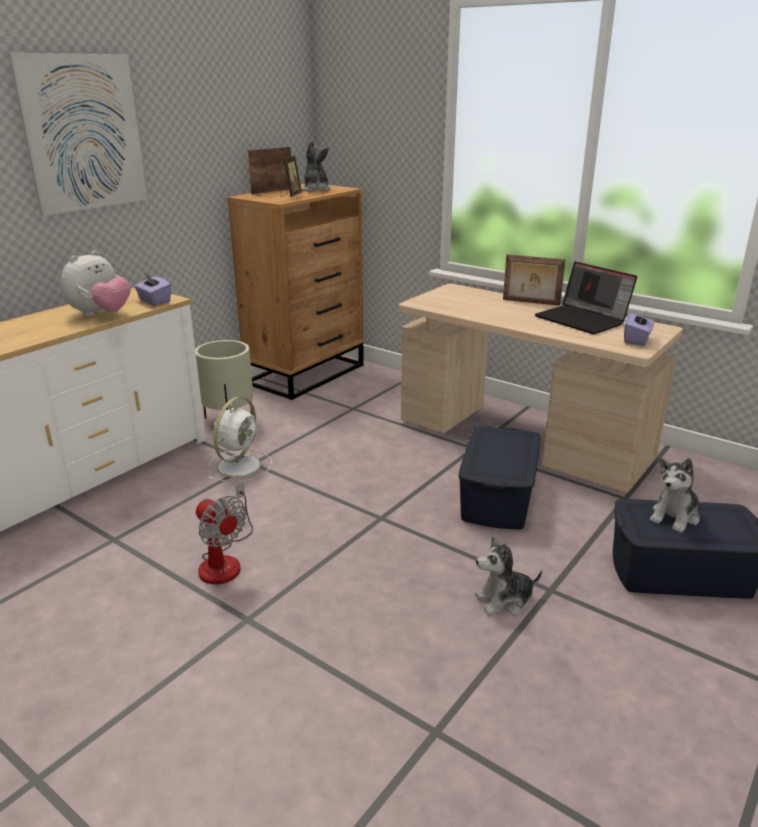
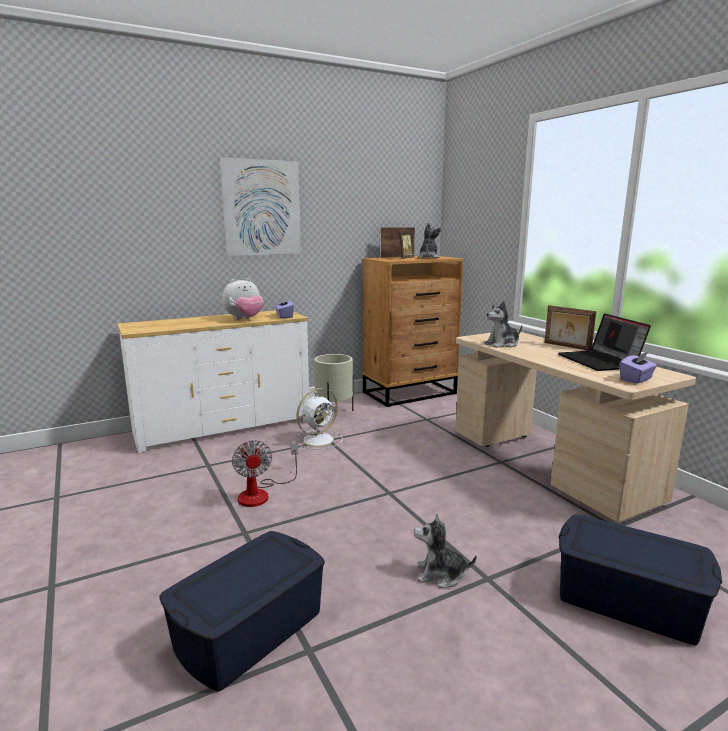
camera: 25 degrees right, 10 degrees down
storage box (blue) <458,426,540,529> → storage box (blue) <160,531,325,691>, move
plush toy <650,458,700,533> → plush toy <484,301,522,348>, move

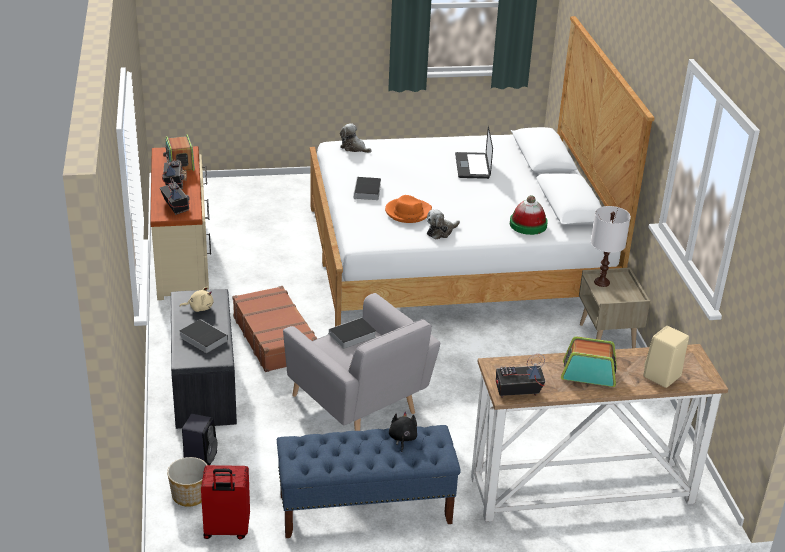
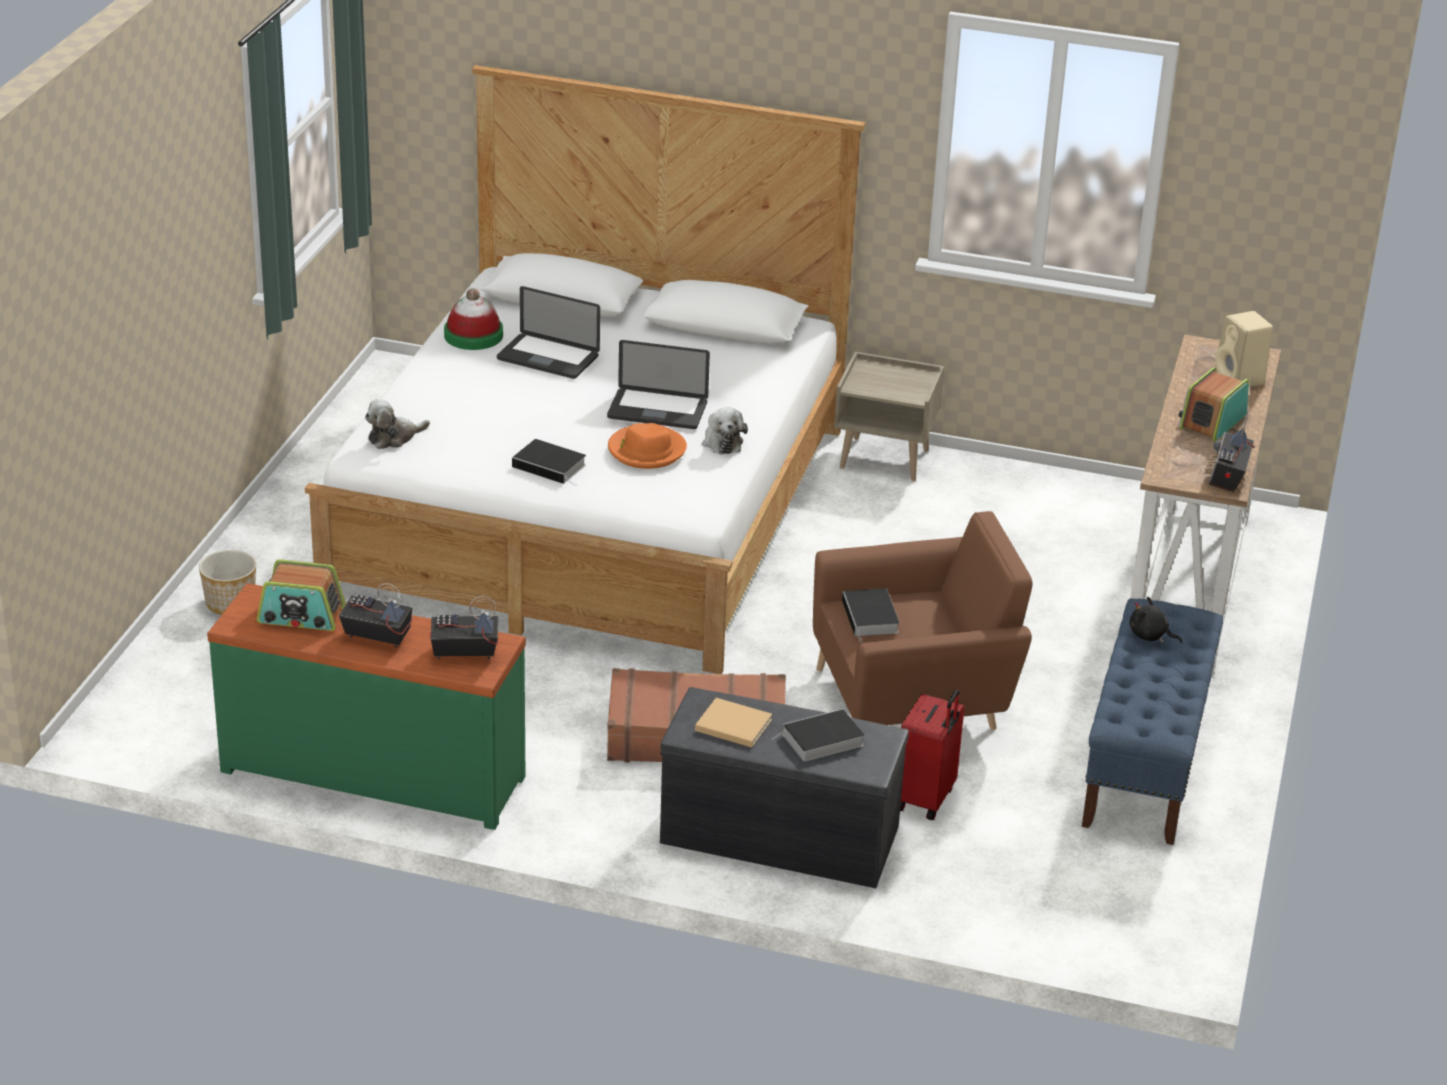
camera: 65 degrees left, 0 degrees up
planter <167,457,207,507> → planter <199,550,256,615>, move
dresser (beige) <150,146,211,300> → dresser (green) <207,583,526,830>
hat <510,195,548,235> → hat <444,288,503,350>, move
- → laptop <607,340,710,429>
plush toy (beige) <179,286,213,312> → book (beige) <695,698,772,747>
armchair (grey) <283,293,440,431> → armchair (brown) <813,511,1033,730>
suitcase (red) <201,465,250,540> → suitcase (red) <900,690,965,820>, move
speaker (black) <182,414,217,465> → -
table lamp (white) <591,206,631,287> → -

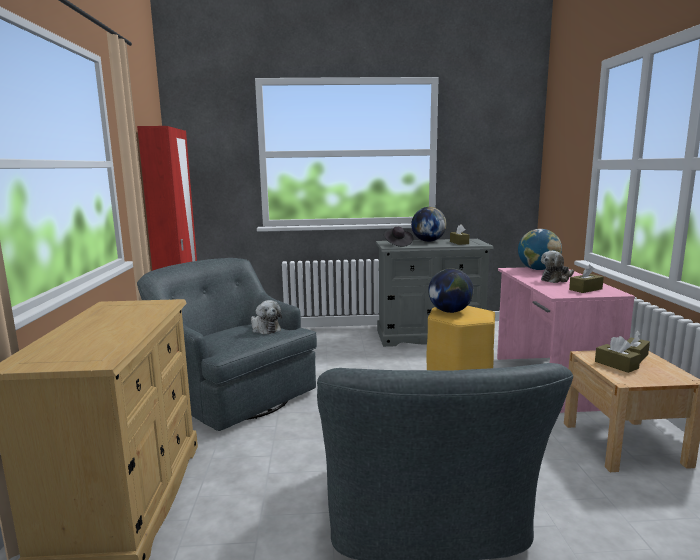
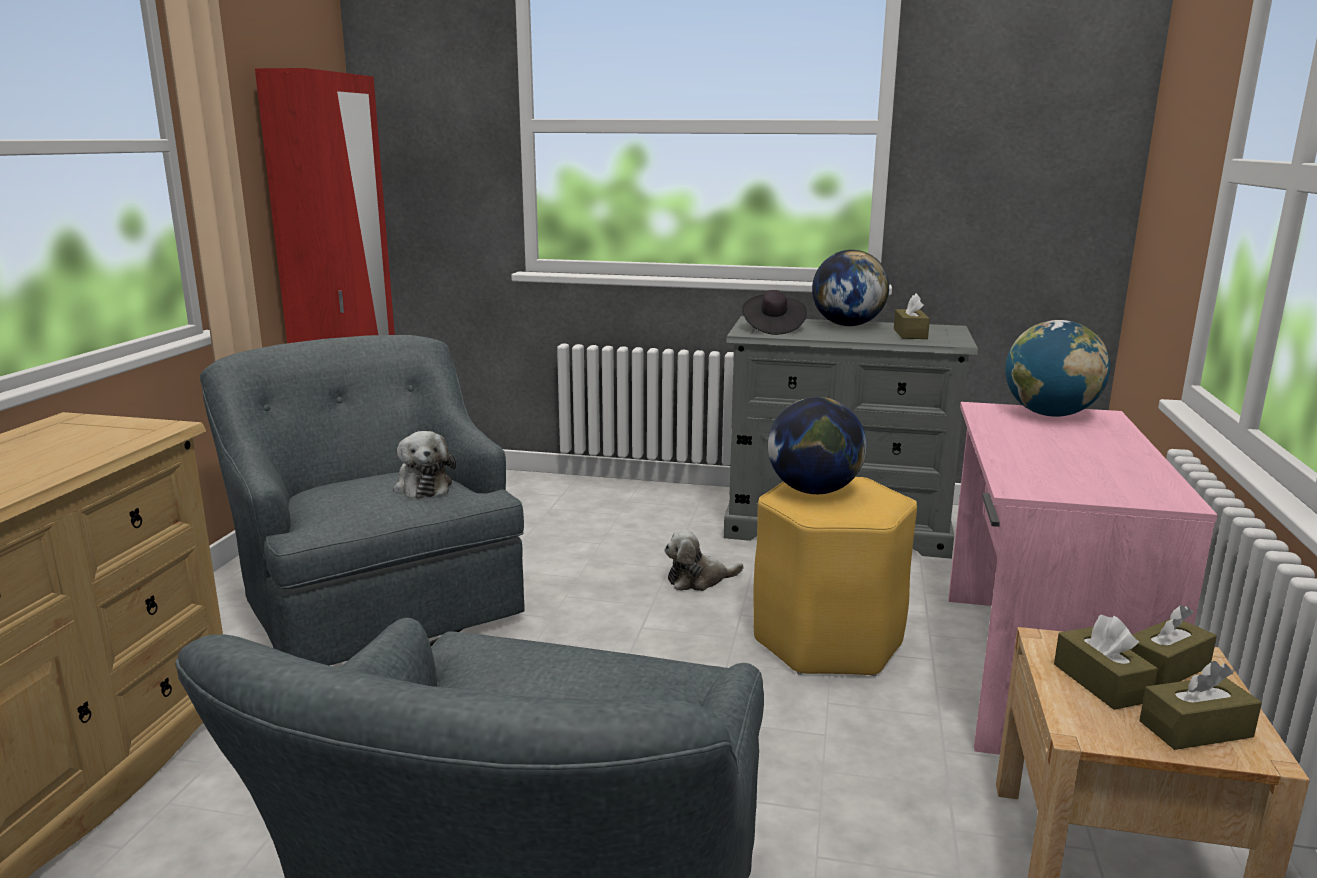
camera: 15 degrees right, 5 degrees up
plush toy <541,251,574,283> → plush toy <664,530,744,591>, move
tissue box (brown) <569,265,604,293> → tissue box (brown) <1139,661,1262,750>, move

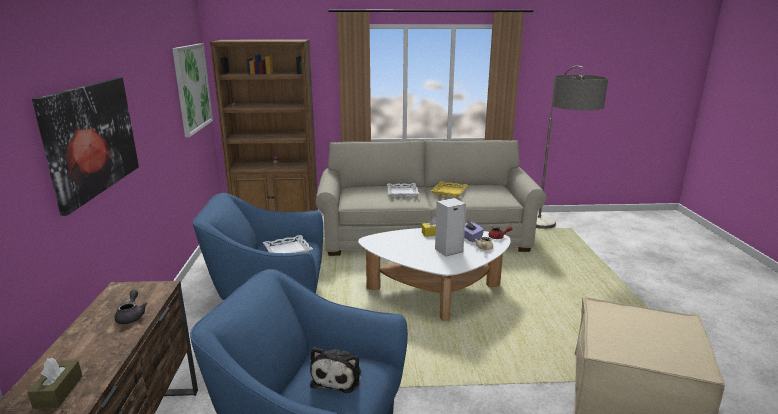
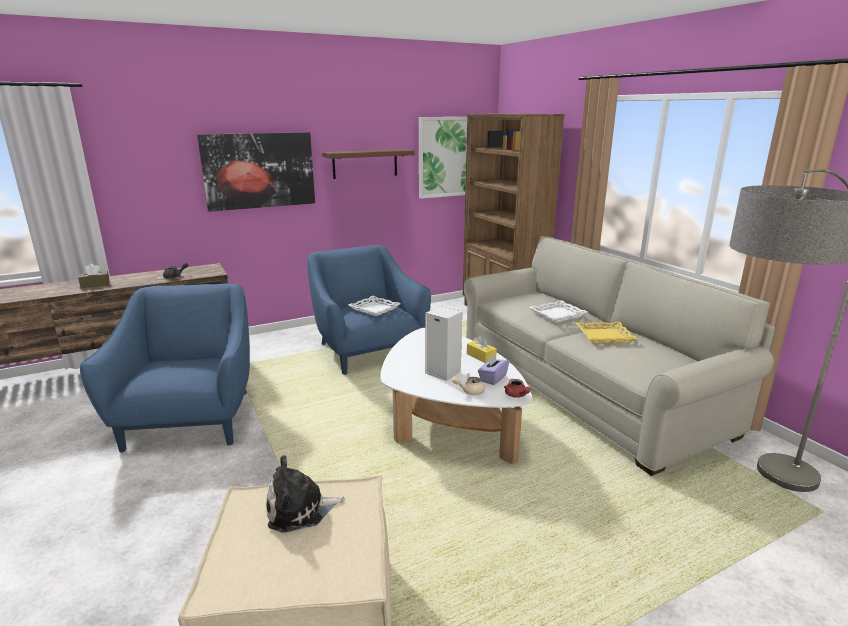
camera: 65 degrees right, 0 degrees up
plush toy <310,347,361,393> → plush toy <266,455,345,533>, move
- → shelf (brown) <322,149,415,179>

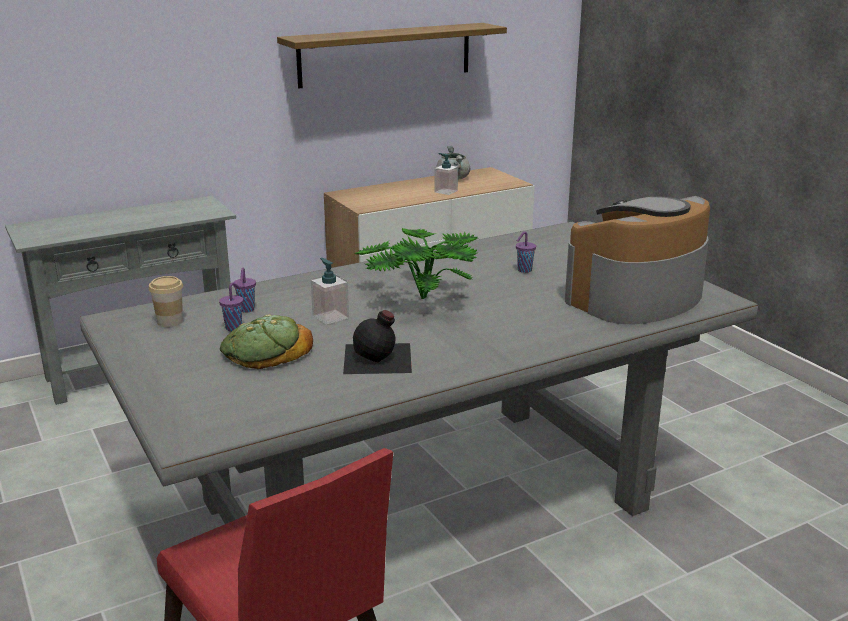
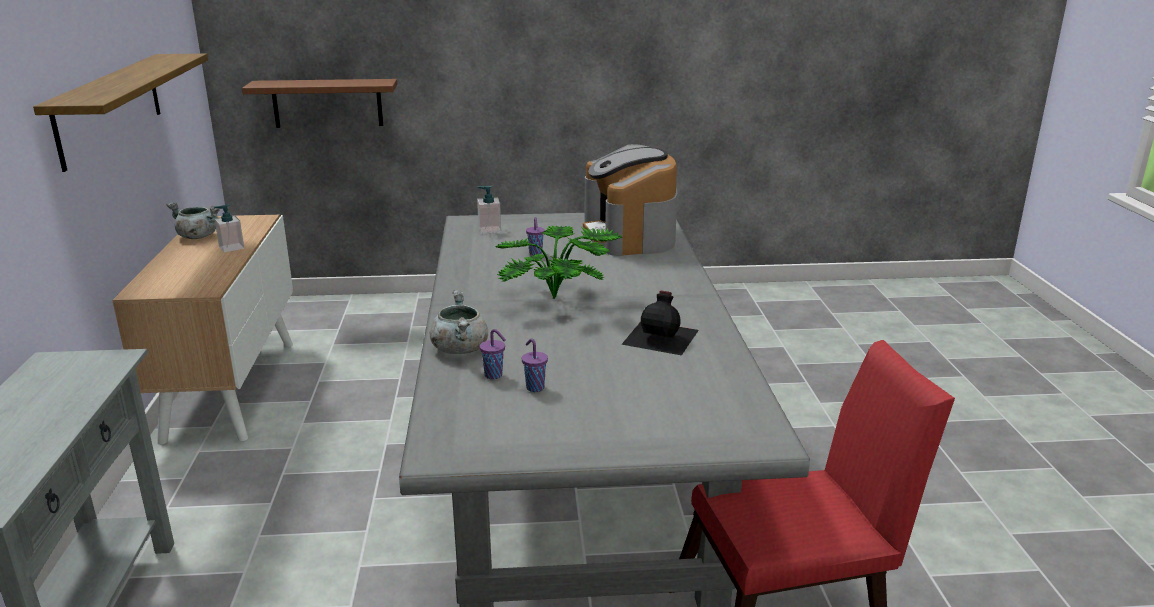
camera: 65 degrees left, 0 degrees up
- → shelf (brown) <242,79,398,128>
- → cooking pot (grey) <430,290,488,354>
soap dispenser <311,258,349,325> → soap dispenser <477,185,501,234>, move
cup <149,276,183,327> → -
bread <220,314,313,369> → -

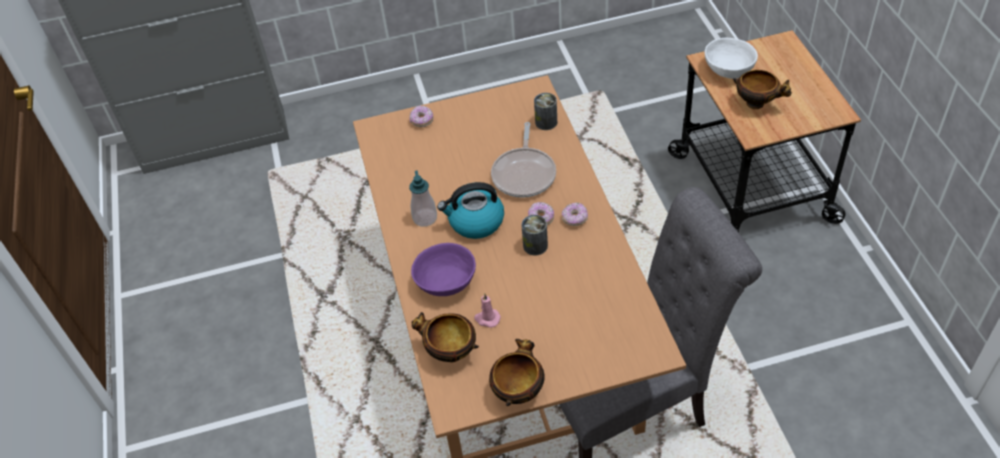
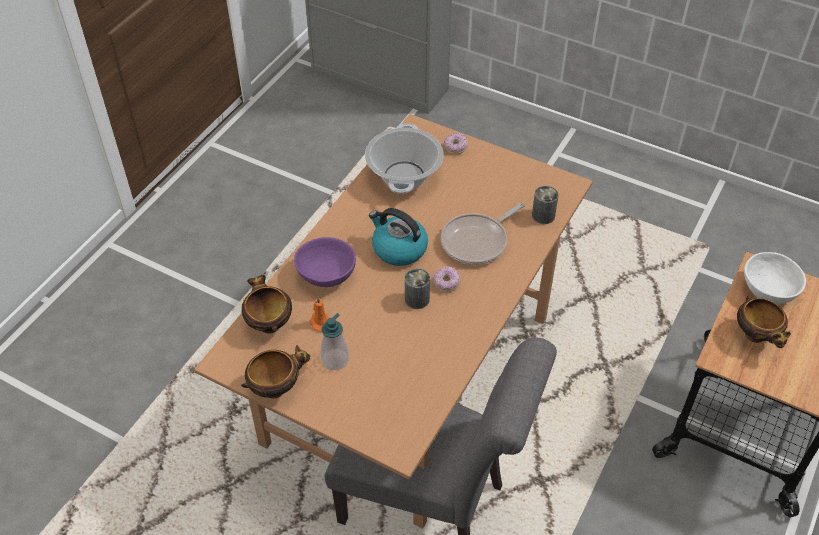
camera: 40 degrees right, 0 degrees up
candle (pink) <474,294,501,328> → candle (orange) <310,297,330,332>
soap dispenser <409,170,437,227> → soap dispenser <321,313,349,370>, move
- → cooking pot <365,123,444,194>
donut <562,202,588,226> → -

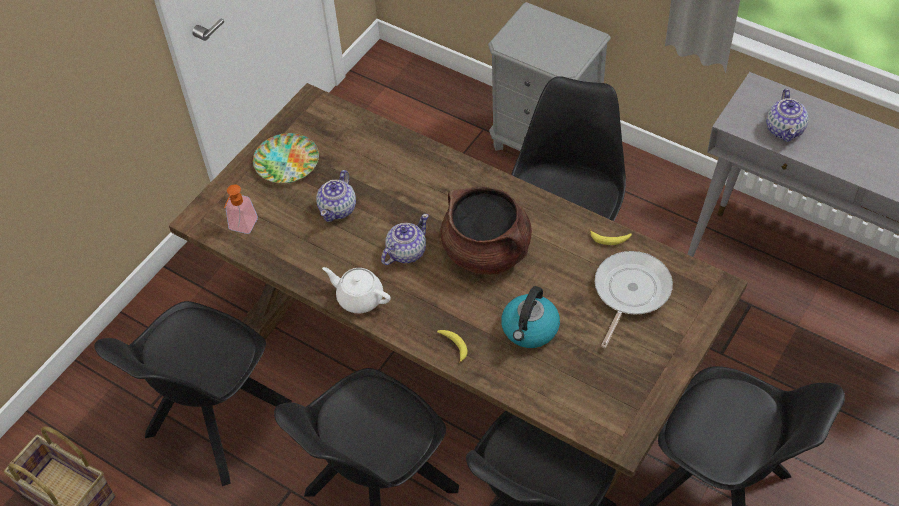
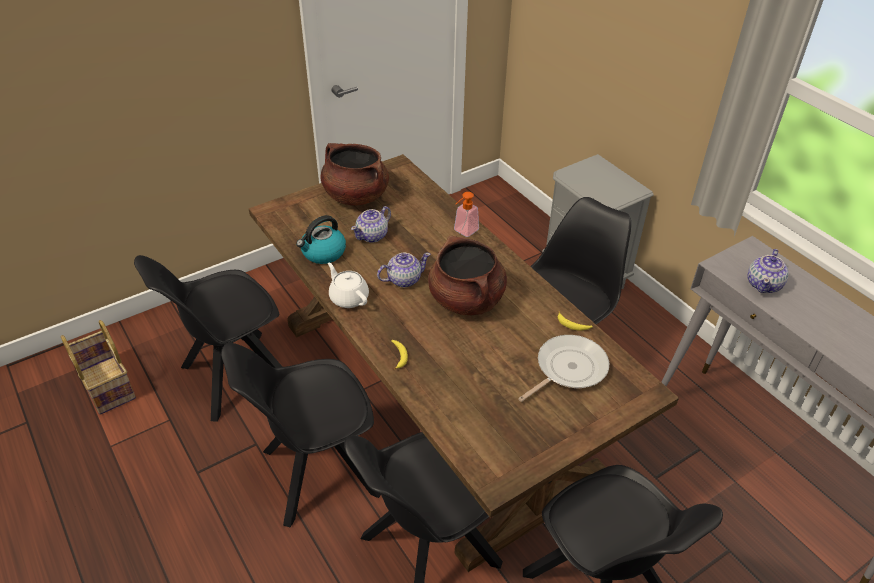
camera: 20 degrees right, 10 degrees down
kettle <501,286,560,348> → kettle <296,215,346,264>, move
plate <253,133,319,183> → cooking pot (brown) <320,143,389,206>
soap dispenser <224,184,258,234> → soap dispenser <454,192,479,237>, move

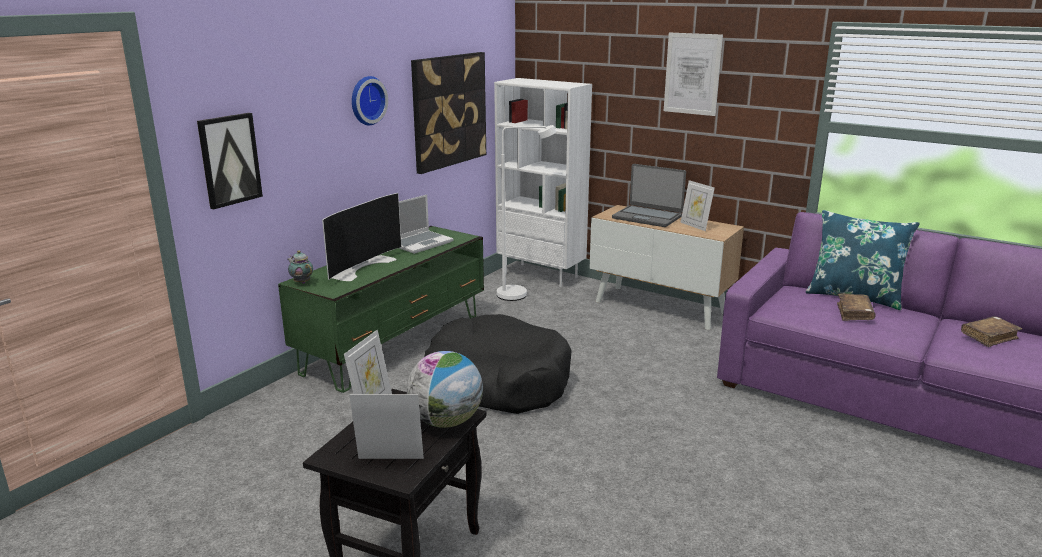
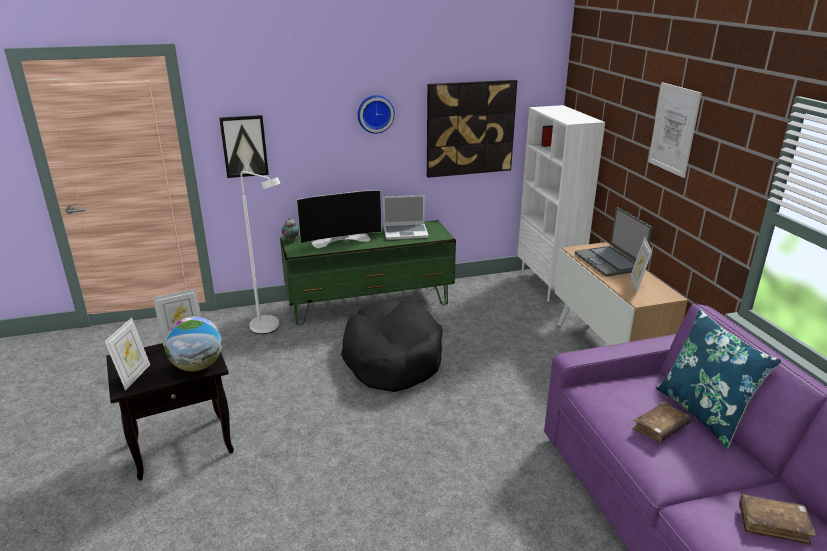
camera: 40 degrees right, 5 degrees up
picture frame <349,394,424,459> → picture frame <104,318,150,390>, 60 degrees clockwise
floor lamp (white) <497,125,556,301> → floor lamp (white) <241,171,280,334>, move

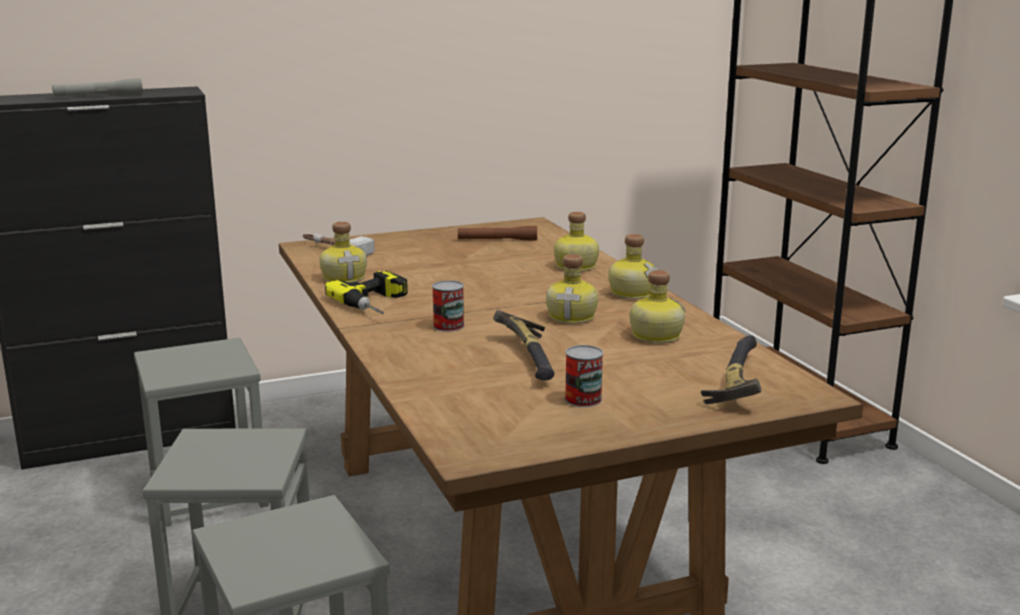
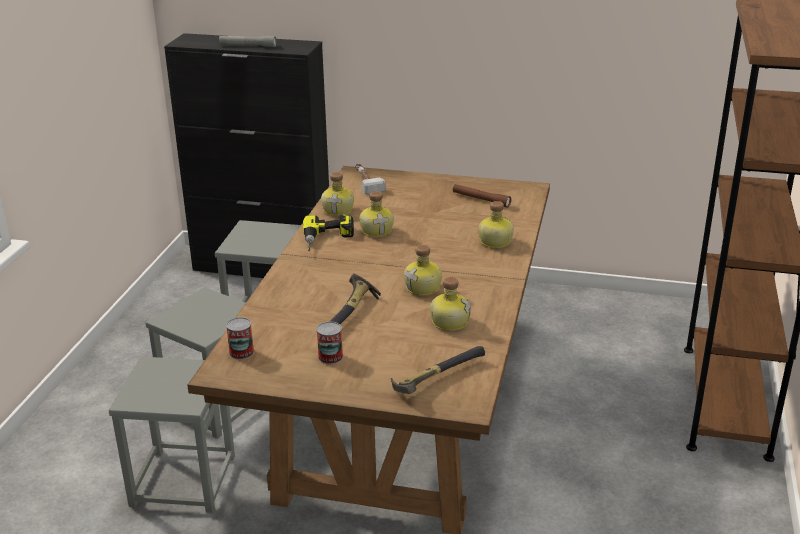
camera: 35 degrees right, 10 degrees up
can <432,280,464,332> → can <226,317,254,360>, move
bottle <608,234,657,299> → bottle <359,191,394,237>, move

